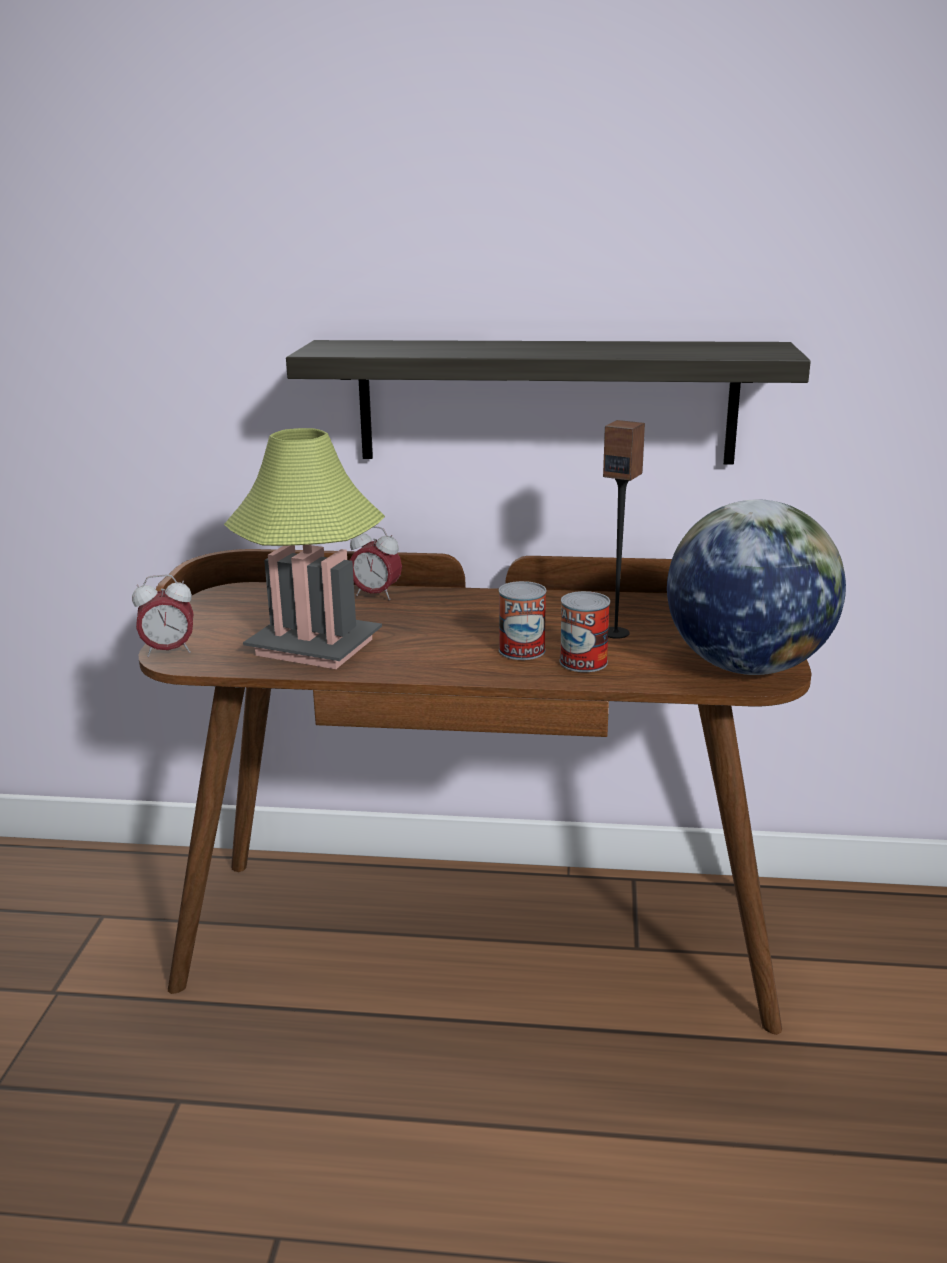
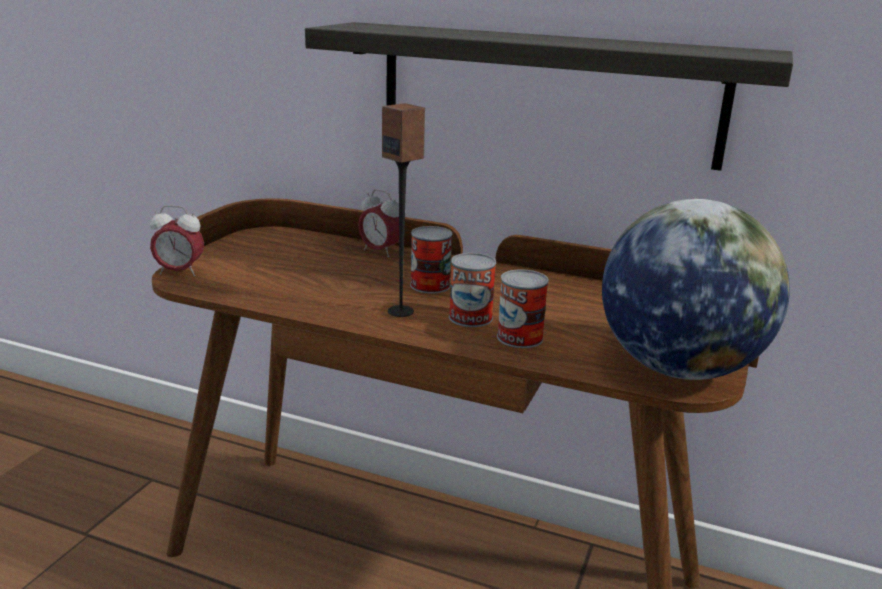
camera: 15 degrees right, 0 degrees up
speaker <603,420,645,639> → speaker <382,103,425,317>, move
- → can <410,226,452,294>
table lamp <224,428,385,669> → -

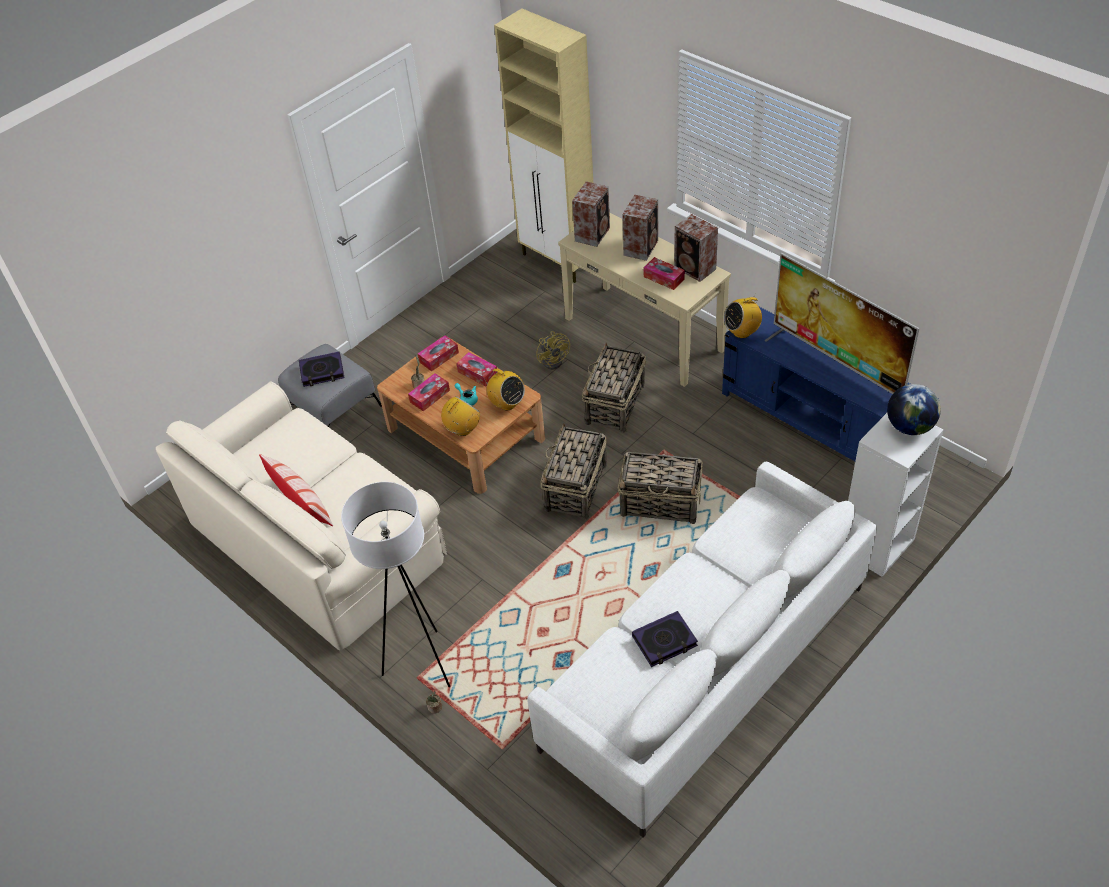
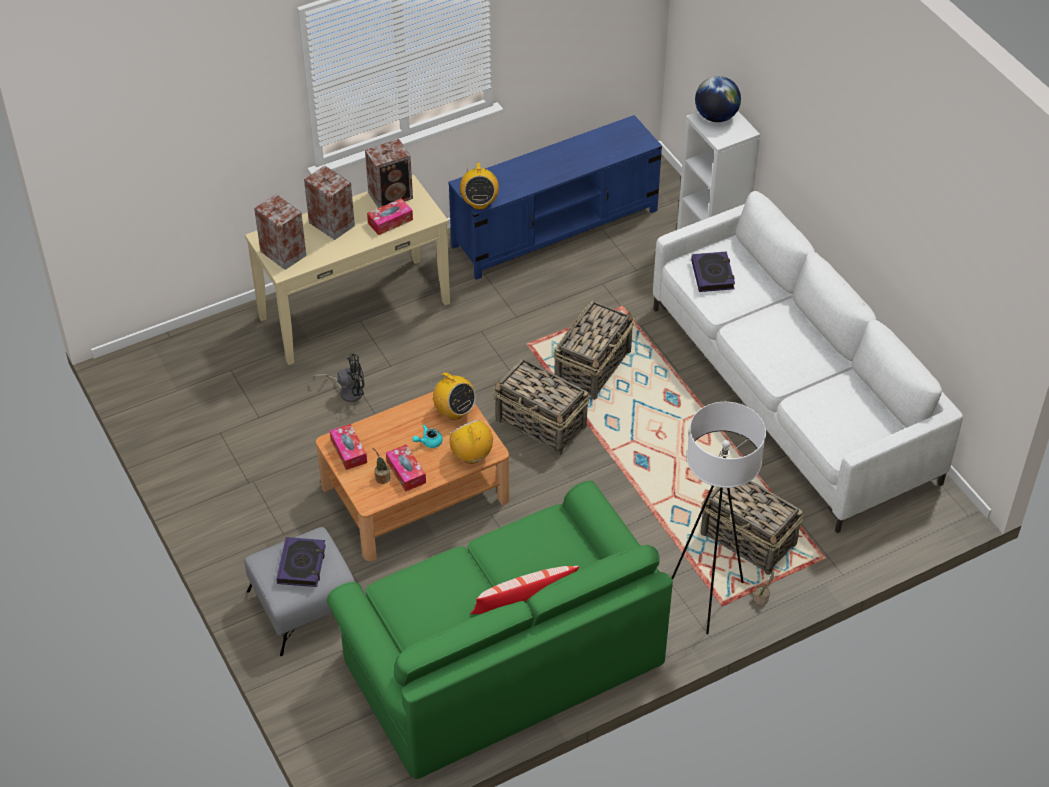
camera: 75 degrees left, 0 degrees up
fan (yellow) <536,331,570,370> → fan (black) <313,354,365,402>
sofa (beige) <156,381,447,651> → sofa (green) <327,481,673,779>
radio <485,369,525,410> → radio <430,372,476,420>, 75 degrees clockwise
book <632,611,698,667> → book <691,251,735,292>, move
basket <582,343,646,433> → basket <700,481,804,575>, move
tissue box <456,352,498,386> → -
cabinet (beige) <494,8,593,283> → -
television <764,252,920,394> → -

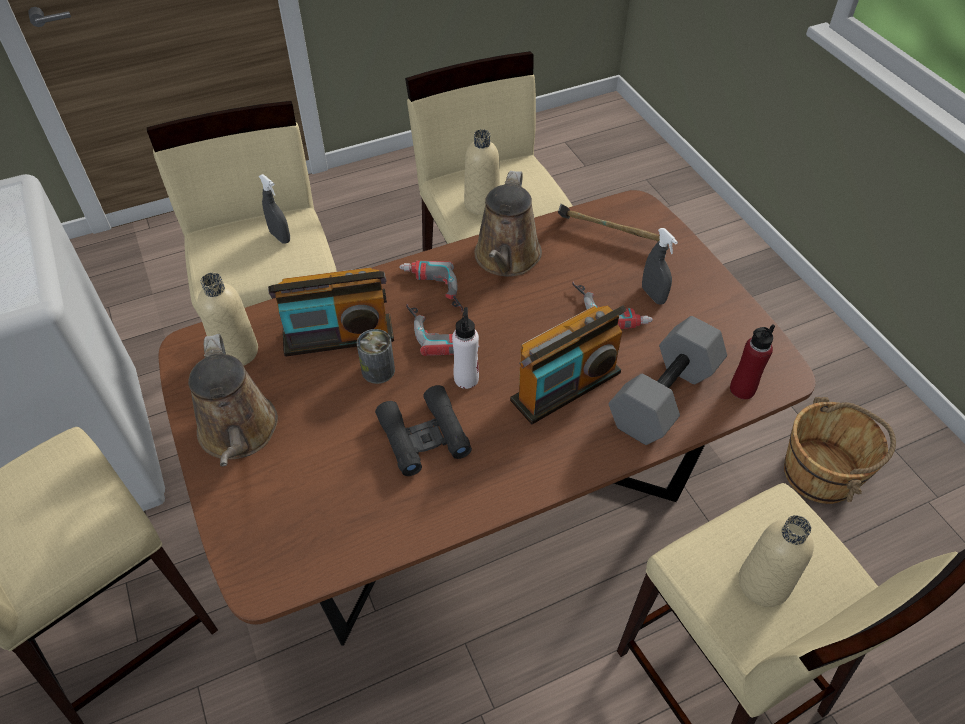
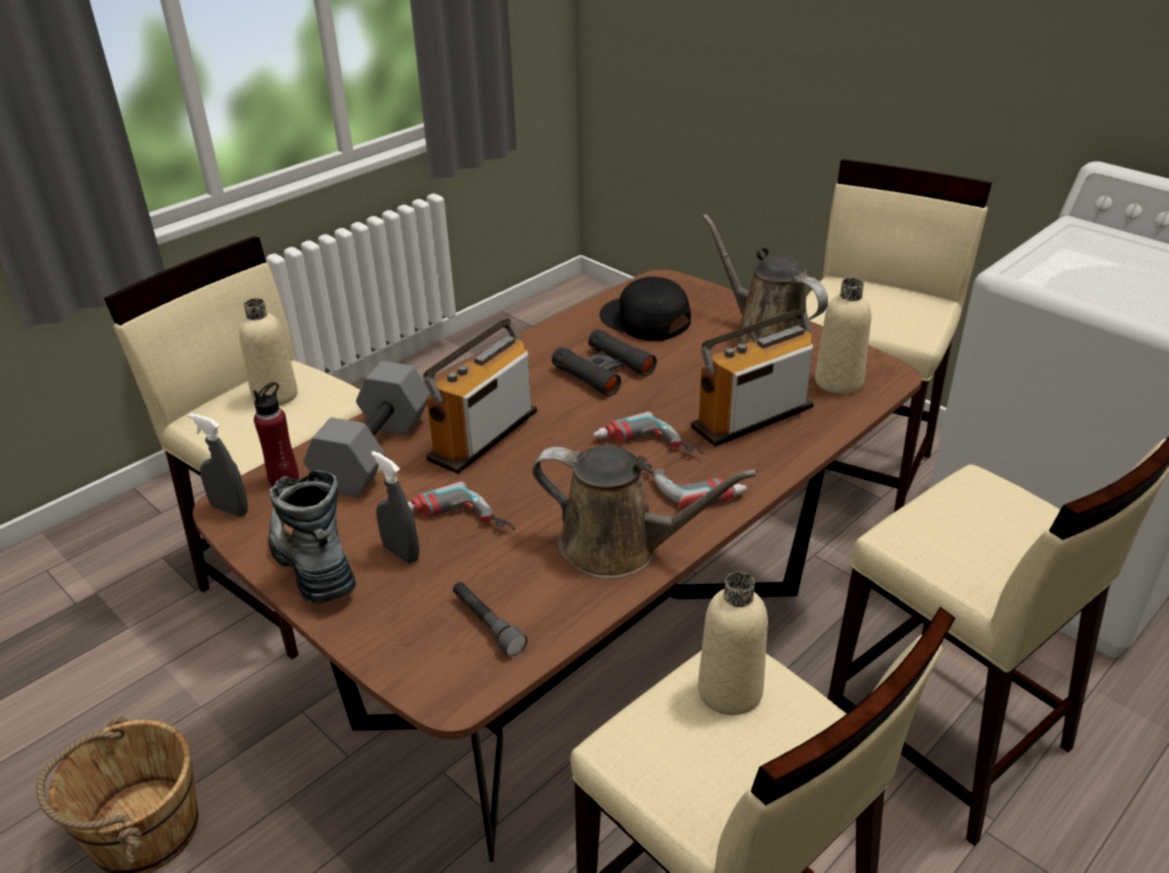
camera: 160 degrees right, 15 degrees down
spray bottle (grey) <259,174,290,244> → spray bottle (grey) <189,413,248,516>, move
- → boot <269,470,356,604>
hammer <558,204,668,245> → flashlight (grey) <453,582,527,656>
watering can (brown) <474,171,542,277> → watering can (brown) <532,445,758,579>, 120 degrees clockwise
- → cap (black) <600,277,691,341>
can <357,329,395,384> → -
bottle (white) <452,307,479,389> → -

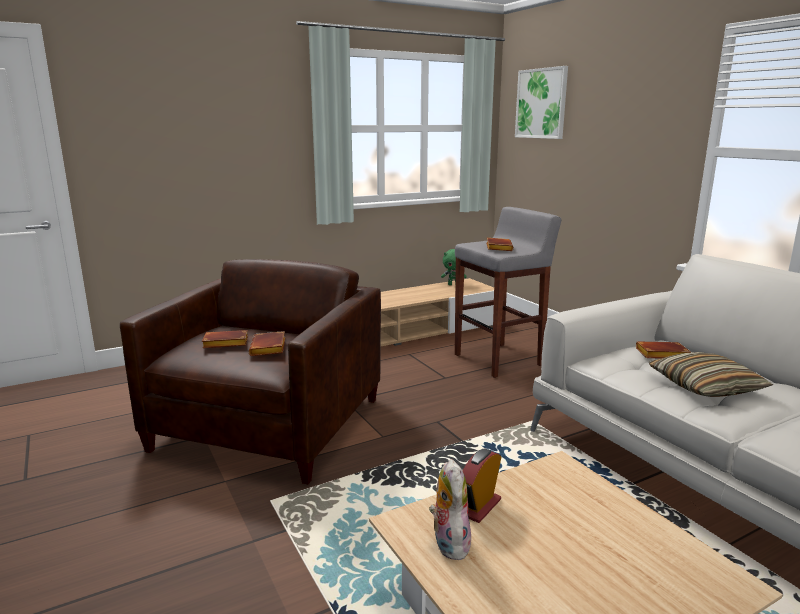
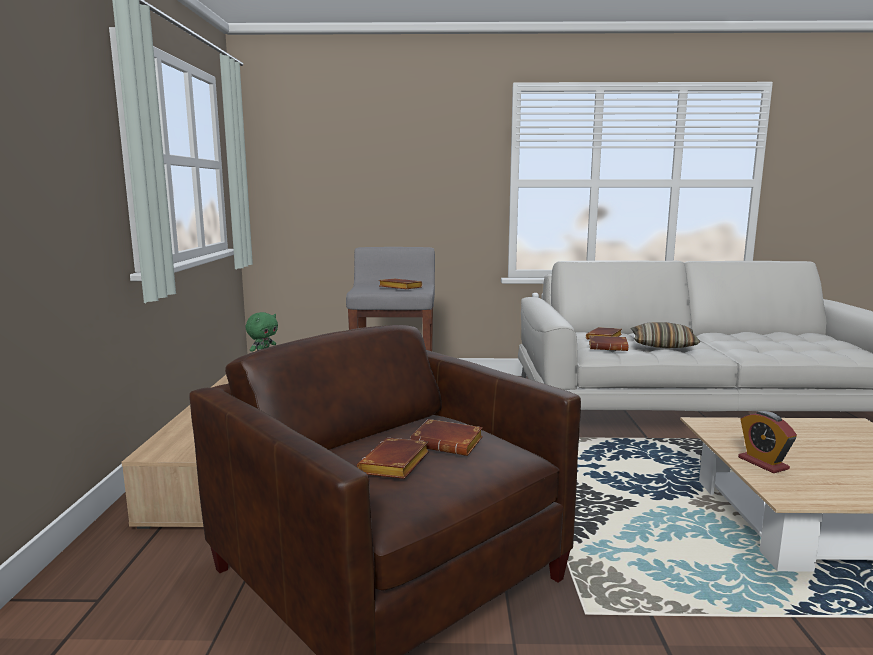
camera: 60 degrees left, 5 degrees down
- → book (brown) <589,336,628,351>
plush toy <429,459,471,560> → -
picture <515,66,568,139> → -

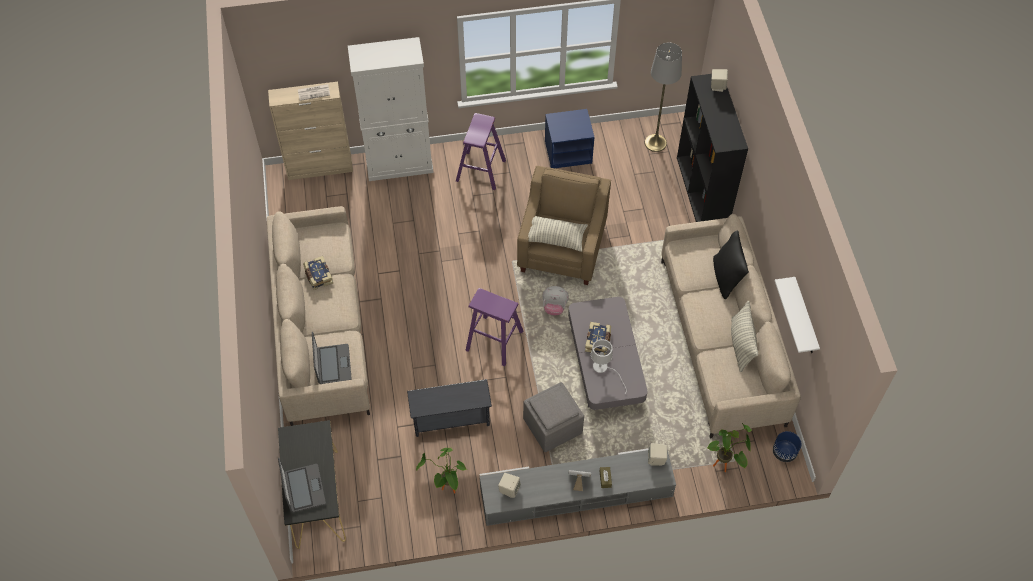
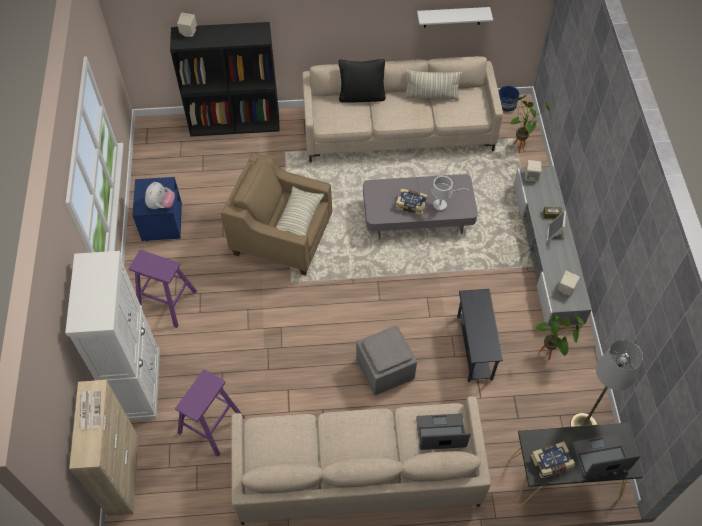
camera: 85 degrees left, 0 degrees up
plush toy <543,286,569,316> → plush toy <145,182,175,209>, move
stool (purple) <465,288,523,366> → stool (purple) <175,370,245,457>, move
ottoman (grey) <523,382,584,452> → ottoman (grey) <356,325,417,395>, move
book <303,256,333,290> → book <531,441,575,478>, move
floor lamp (grey) <645,43,682,152> → floor lamp (grey) <570,340,643,427>, move

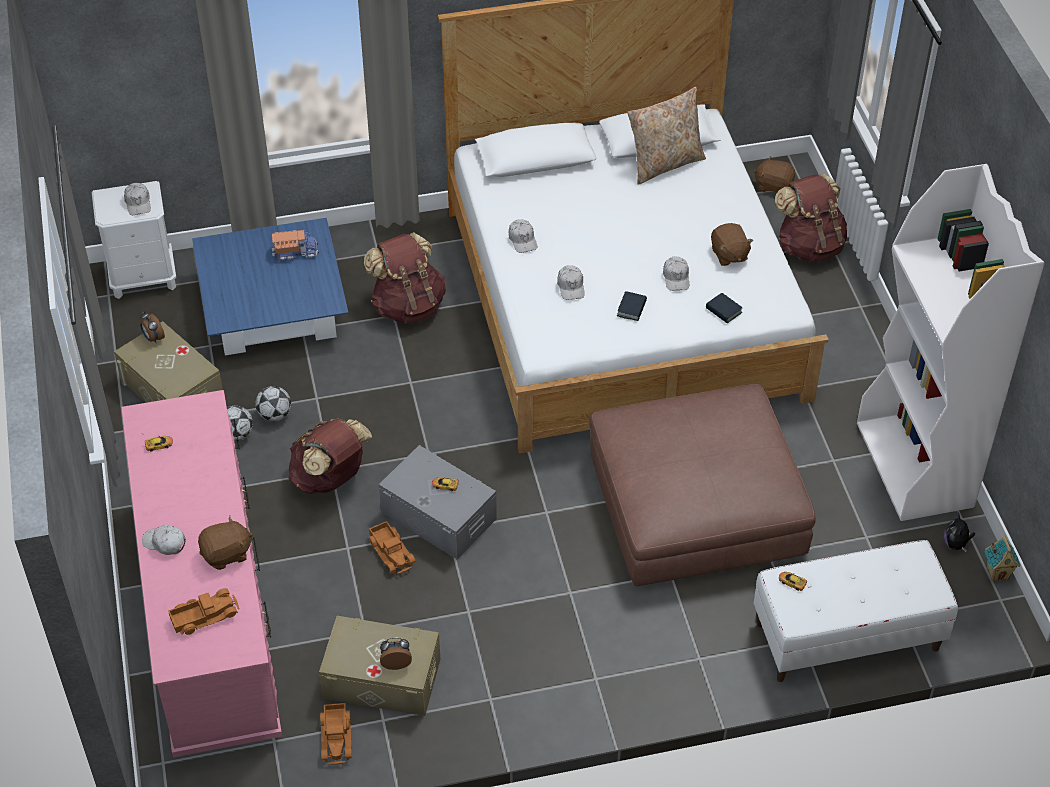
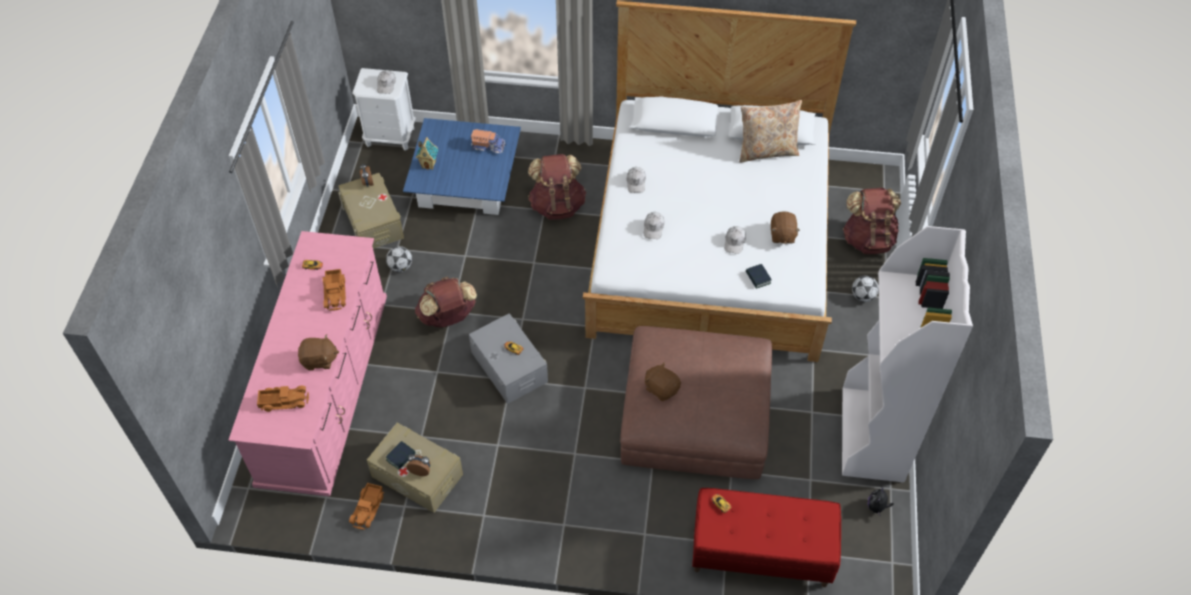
camera: 20 degrees right, 5 degrees up
toy truck <368,521,416,574> → toy truck <323,269,346,310>, move
book <617,291,647,321> → book <386,441,416,470>, move
toy house <984,535,1020,581> → toy house <416,137,439,170>, move
plush toy (brown) <753,156,795,195> → plush toy (brown) <645,362,681,401>, move
bench (white) <753,540,958,682> → bench (red) <692,488,841,587>
football <255,386,291,421> → football <852,275,879,302>, move
cap (white) <142,524,186,555> → -

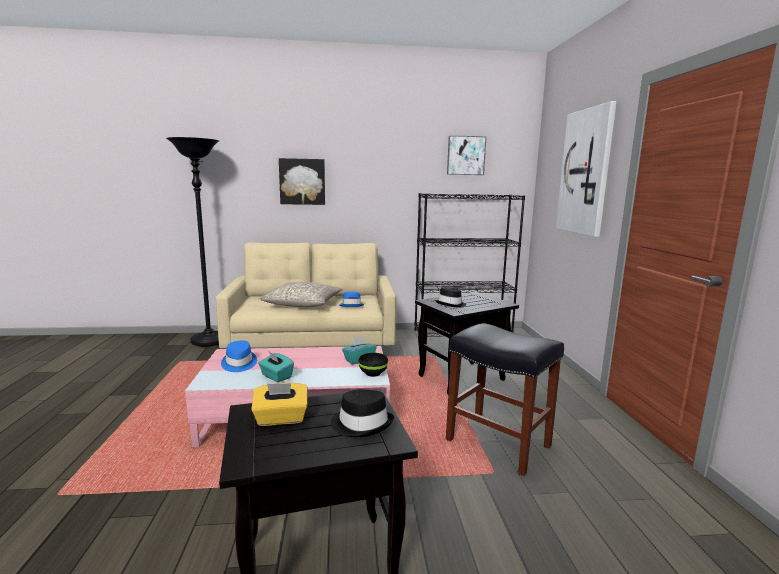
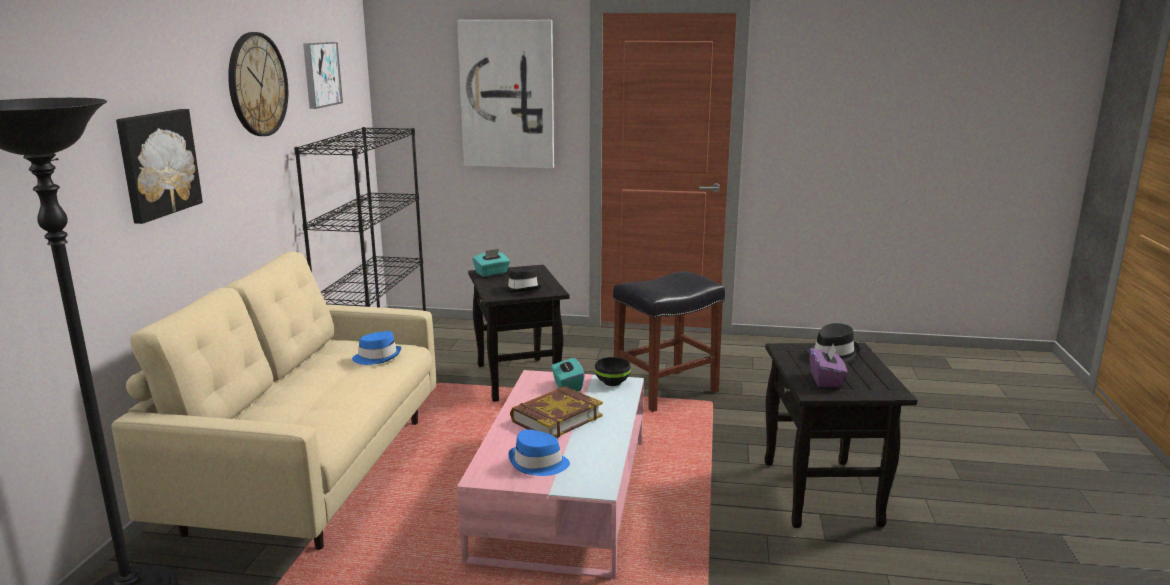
camera: 75 degrees left, 5 degrees up
- → wall clock <228,32,288,136>
tissue box (turquoise) <258,352,294,382> → tissue box (turquoise) <472,249,510,277>, move
- → book <510,386,603,438>
tissue box (yellow) <251,383,308,426> → tissue box (purple) <809,345,847,387>
pillow (grey) <260,282,343,307> → -

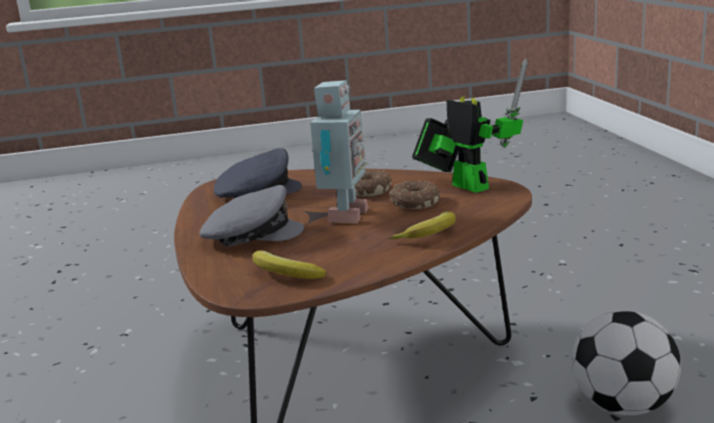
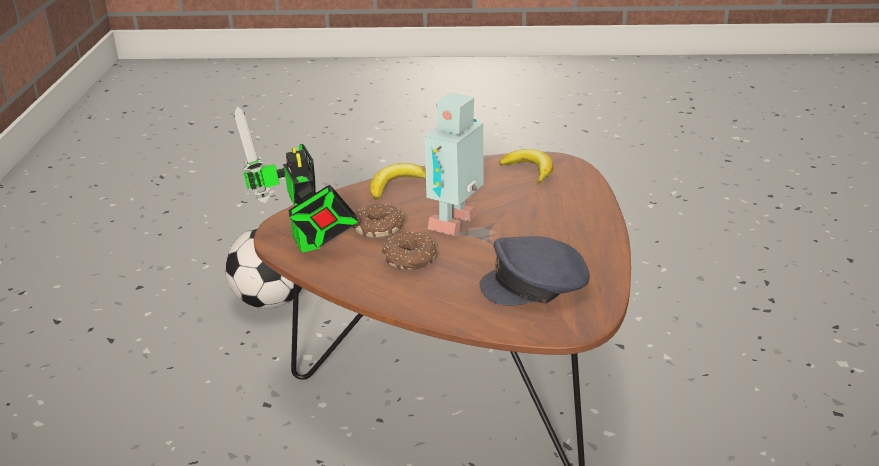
camera: 165 degrees left, 10 degrees up
cap (grey) <199,185,304,247> → -

